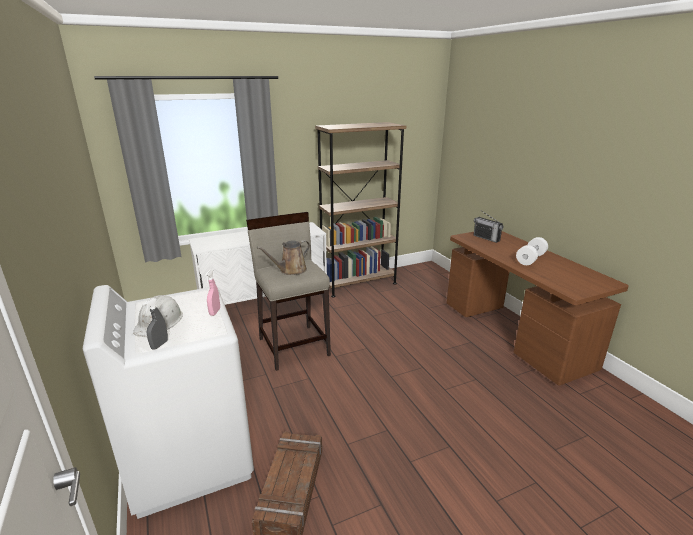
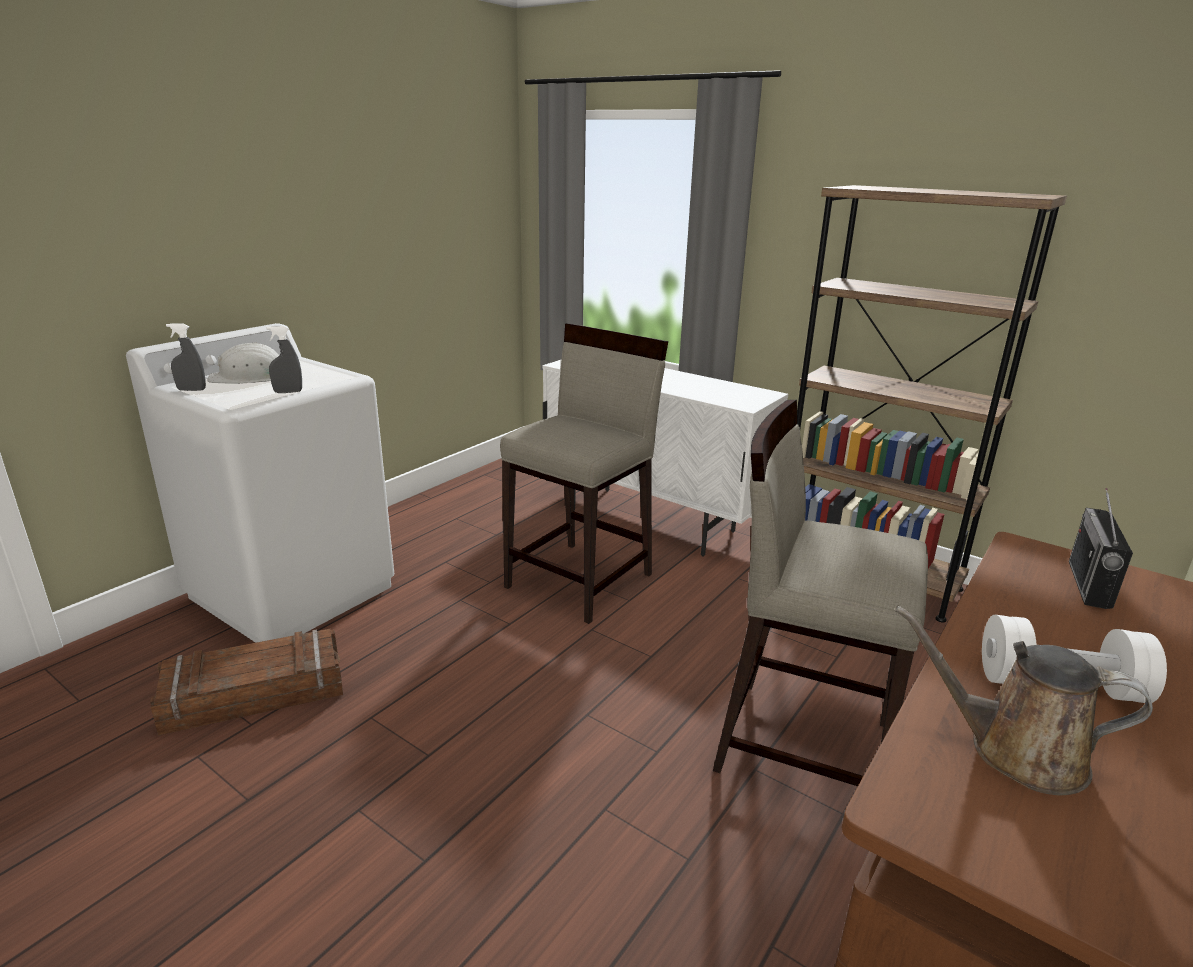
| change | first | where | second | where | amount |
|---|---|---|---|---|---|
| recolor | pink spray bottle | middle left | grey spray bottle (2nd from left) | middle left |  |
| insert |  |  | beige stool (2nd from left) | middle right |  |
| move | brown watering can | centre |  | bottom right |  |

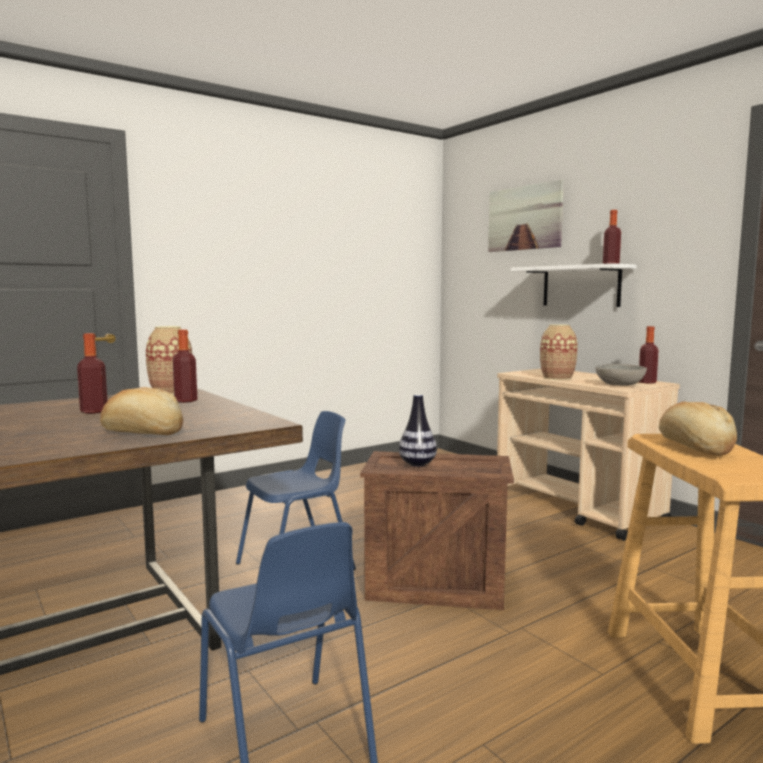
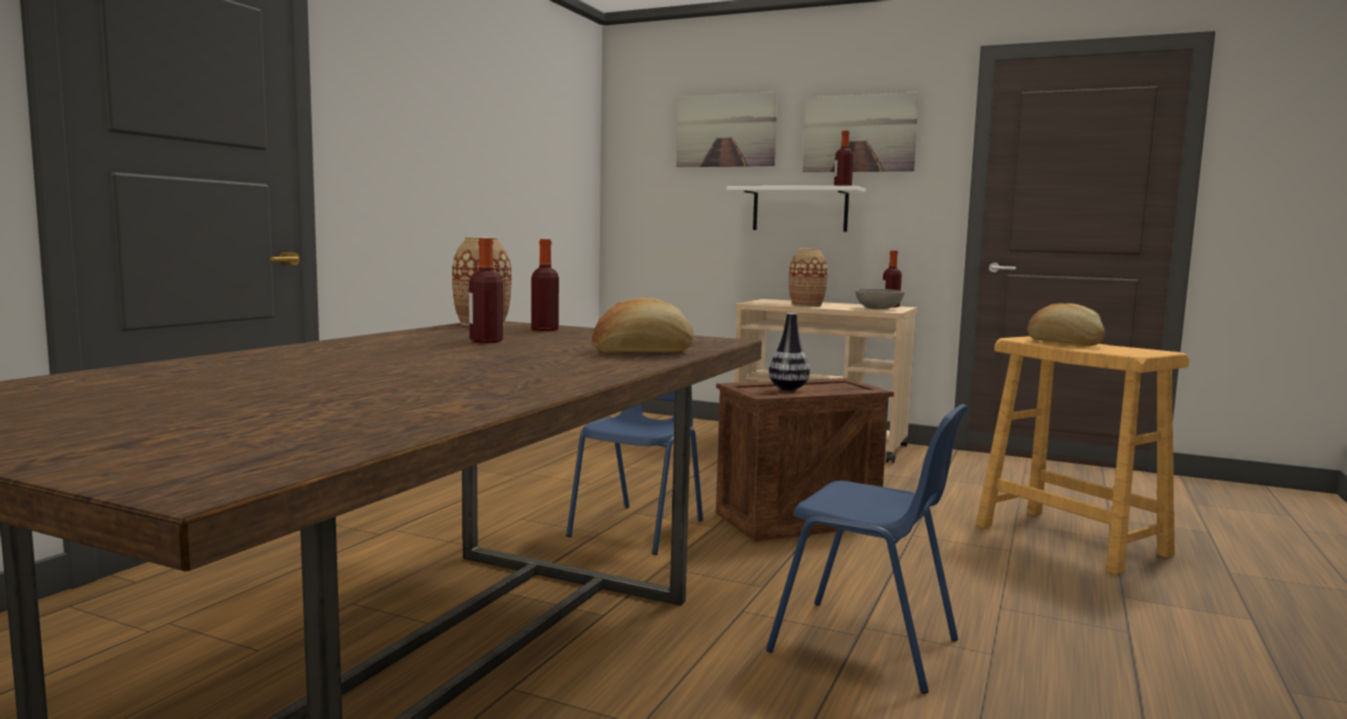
| change | first | where | second | where | amount |
|---|---|---|---|---|---|
| insert |  |  | picture (2nd from left) | top centre |  |

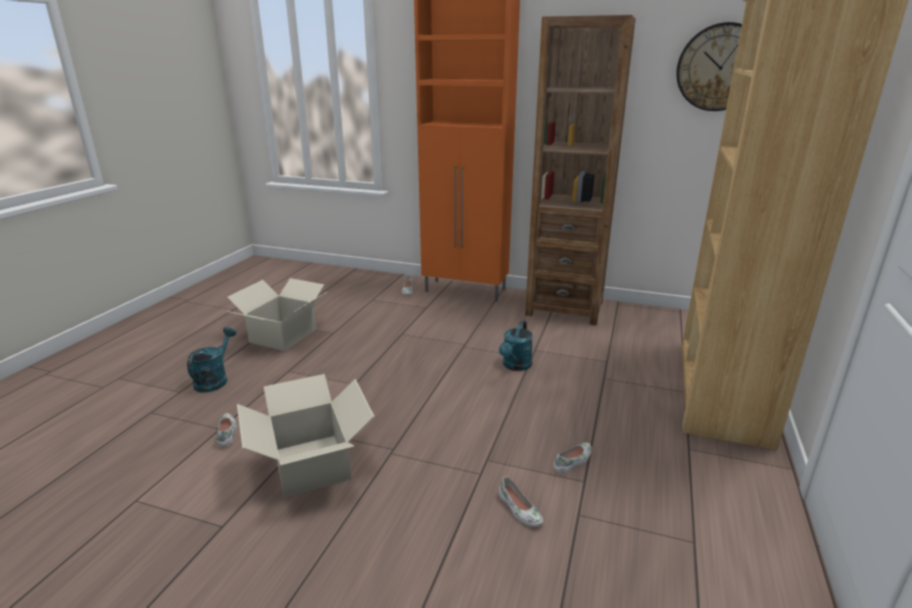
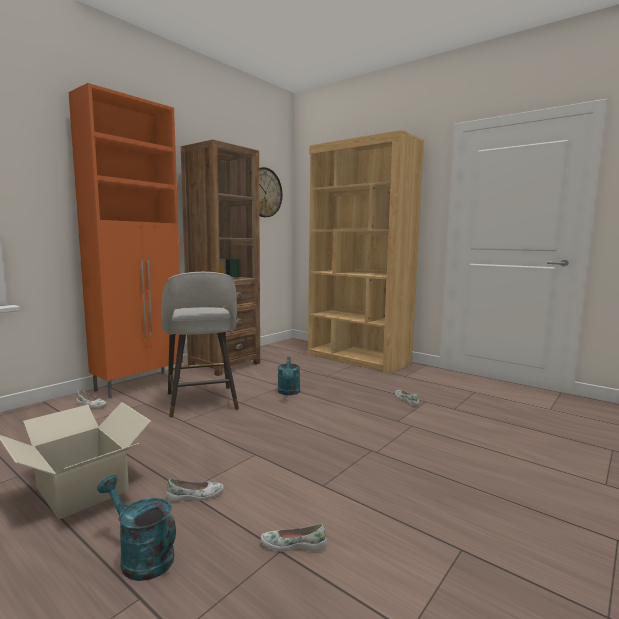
| change | first | where | second | where | amount |
|---|---|---|---|---|---|
| insert |  |  | grey stool | middle left |  |
| move | white shoe (3rd from left in the first image) | bottom centre | white shoe (2nd from left) | bottom left |  |
| rotate | turquoise watering can (2nd from left) | centre |  | centre | 45 degrees clockwise |
| delete | cardboard box (2nd from left) | bottom centre |  |  |  |

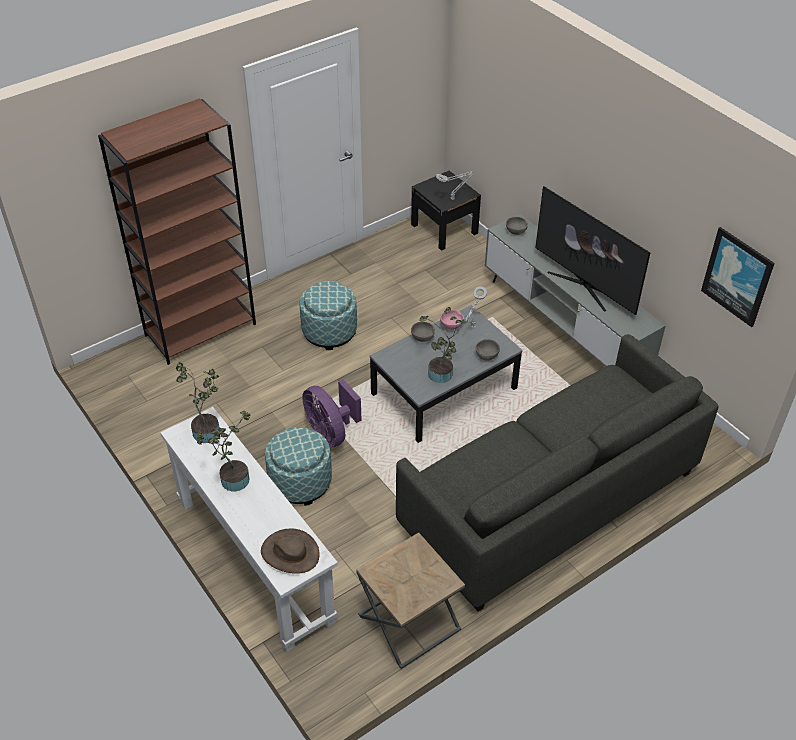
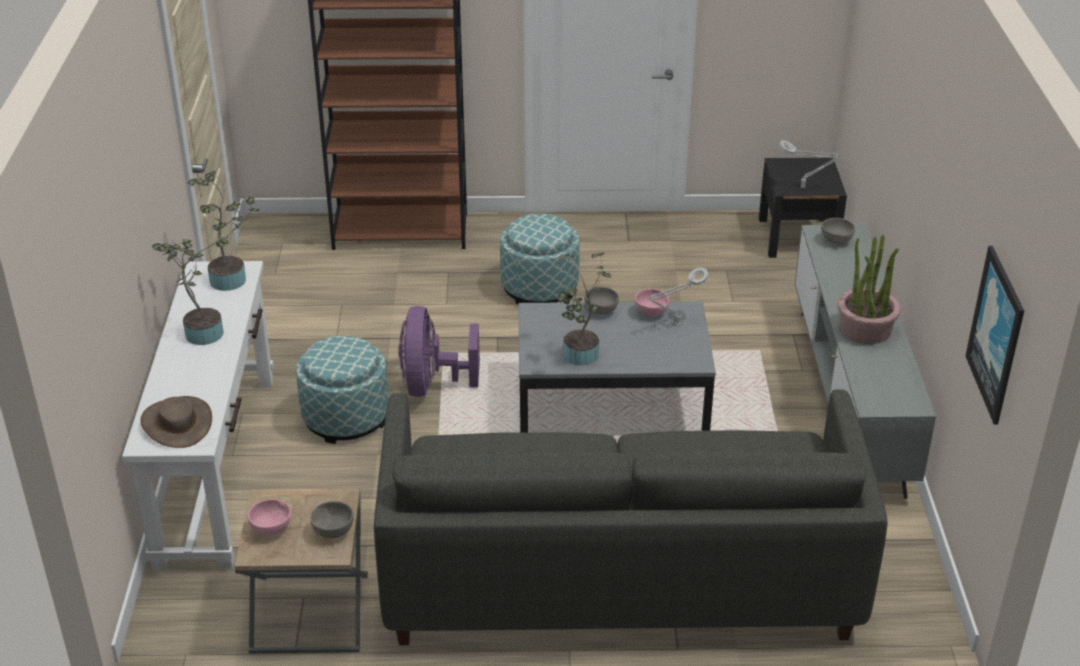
| change | first | where | second | where | amount |
|---|---|---|---|---|---|
| insert |  |  | pink bowl (1st from left) | bottom left |  |
| move | grey bowl (2nd from left in the first image) | centre | grey bowl (1st from left) | bottom left |  |
| replace | television | middle right | potted plant (4th from left) | middle right |  |

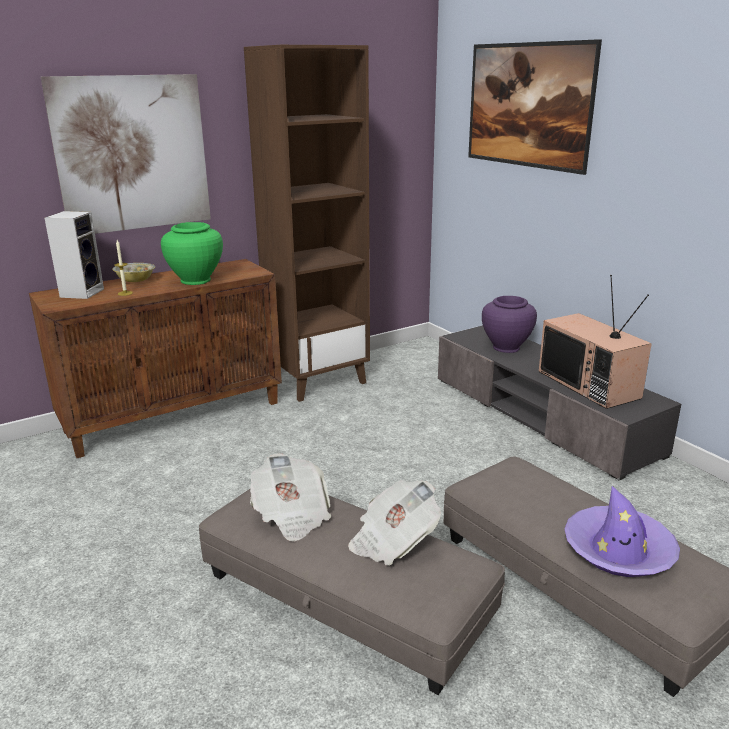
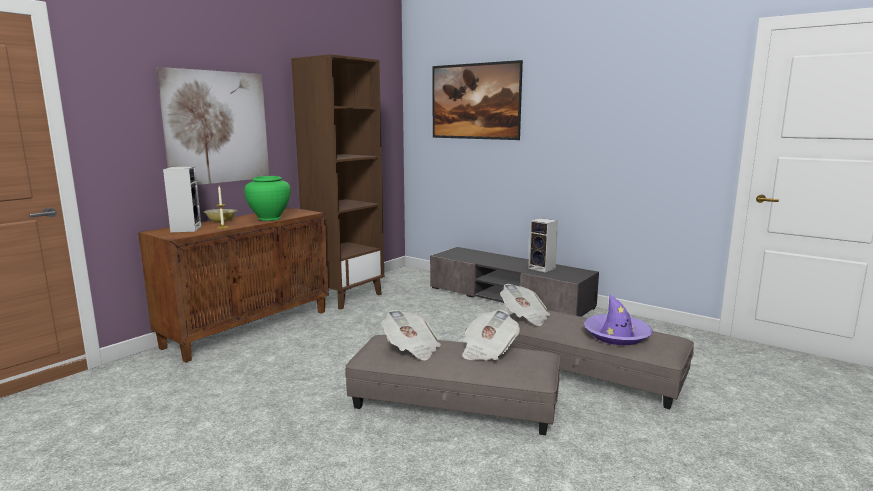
| change | first | where | second | where | amount |
|---|---|---|---|---|---|
| insert |  |  | newspaper (3rd from left) | centre |  |
| replace | television | middle right | speaker (2nd from left) | centre |  |
| delete | purple vase | middle right |  |  |  |

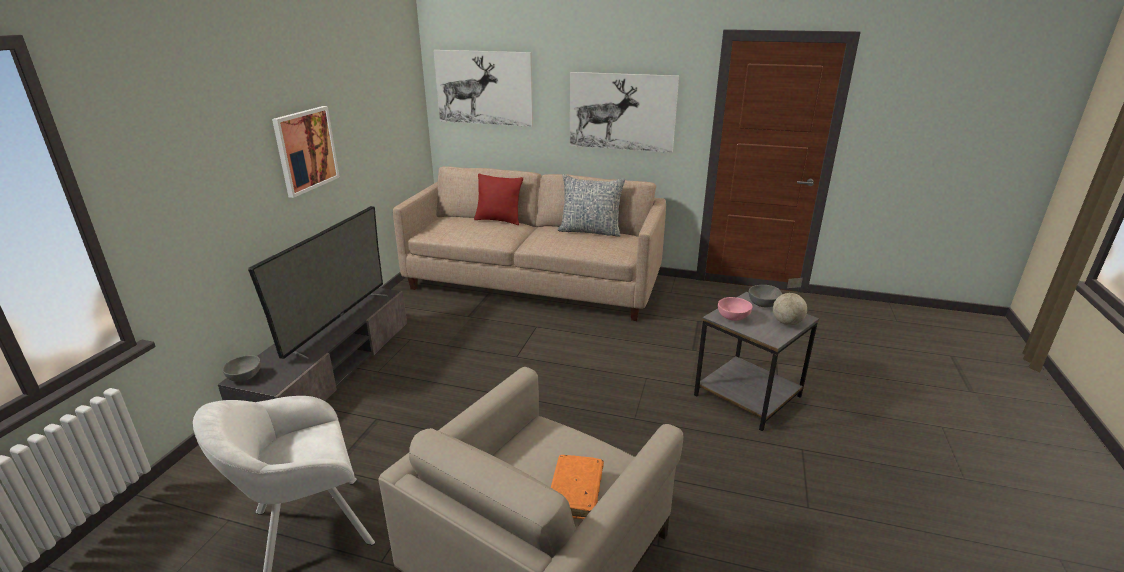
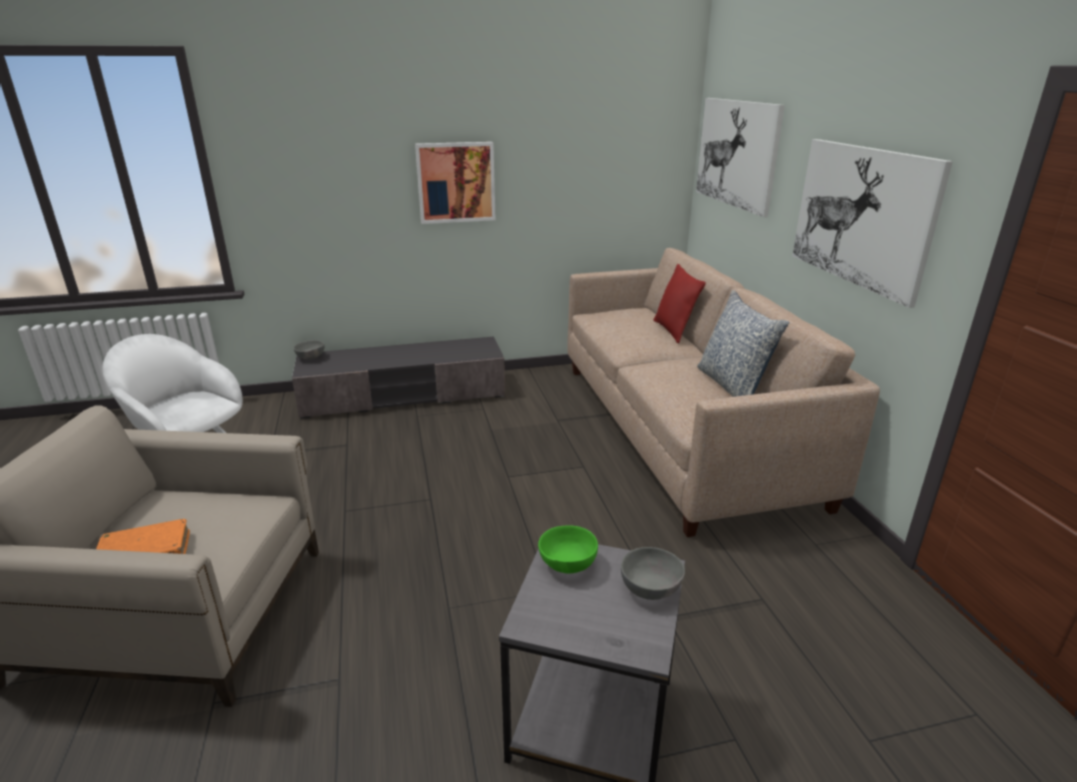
| change | first | where | second | where | amount |
|---|---|---|---|---|---|
| recolor | pink bowl | centre | green bowl | bottom centre |  |
| delete | television | middle left |  |  |  |
| delete | globe | middle right |  |  |  |

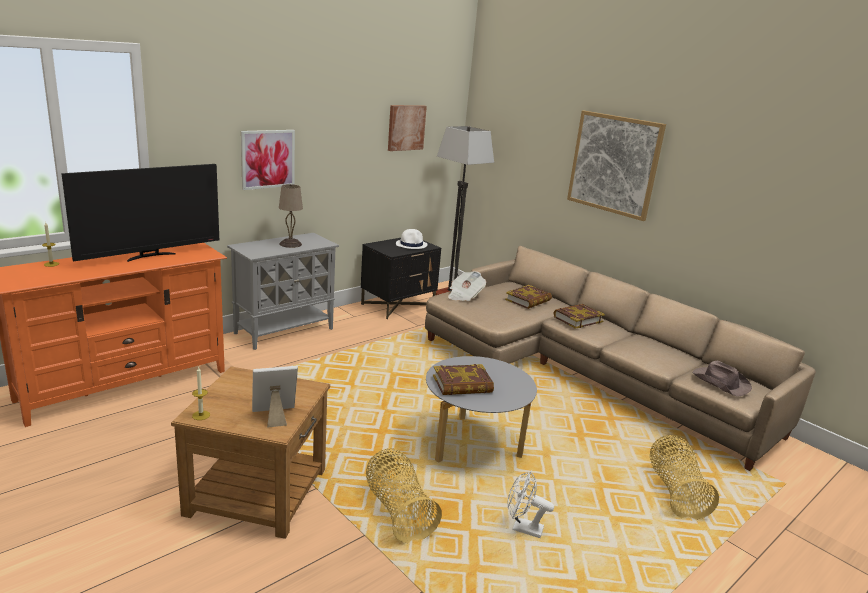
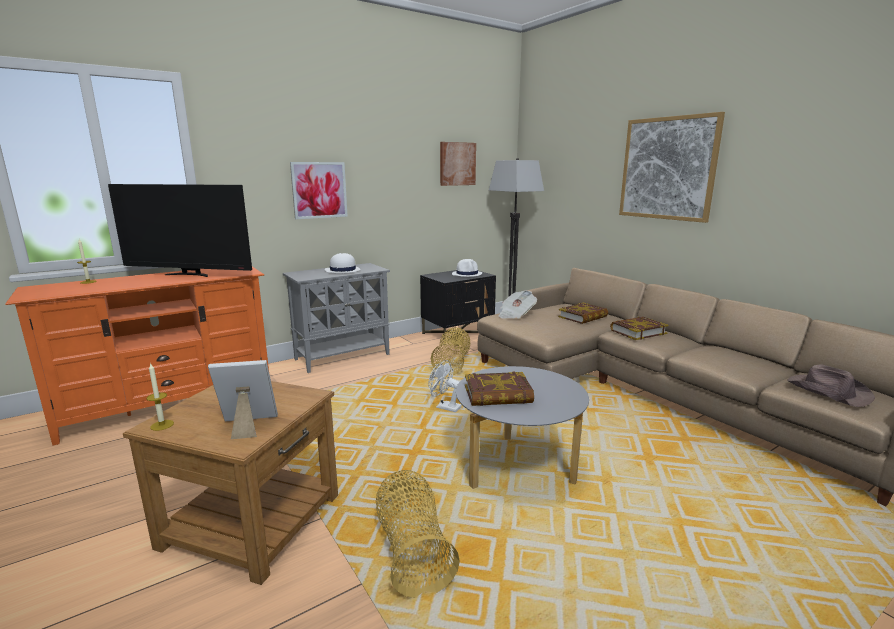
| change | first | where | second | where | amount |
|---|---|---|---|---|---|
| rotate | television | middle left |  | middle left | 45 degrees clockwise |
| replace | beige table lamp | centre | white hat (1st from left) | centre |  |
| move | white fan | bottom centre |  | centre |  |
| move | basket (2nd from left) | bottom right |  | centre |  |

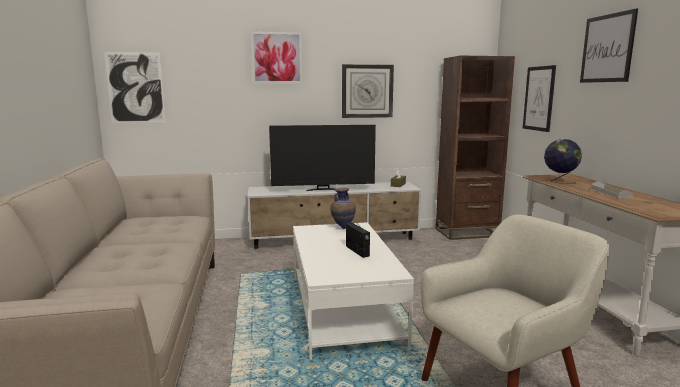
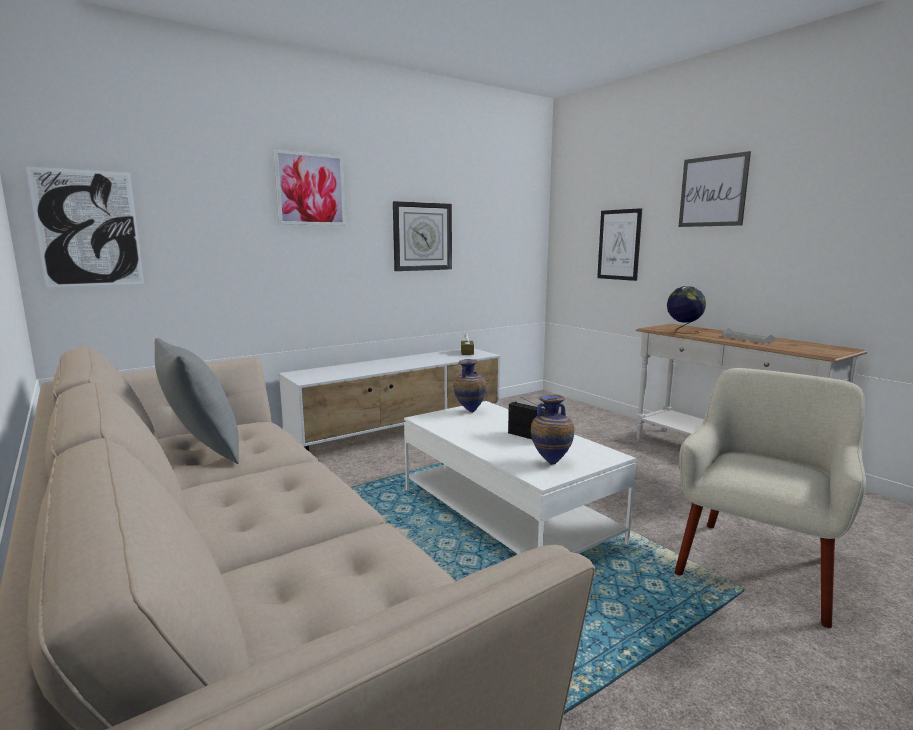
| change | first | where | second | where | amount |
|---|---|---|---|---|---|
| insert |  |  | grey pillow | middle left |  |
| insert |  |  | vase (2nd from left) | centre |  |
| delete | television | centre |  |  |  |
| delete | brown bookcase | middle right |  |  |  |

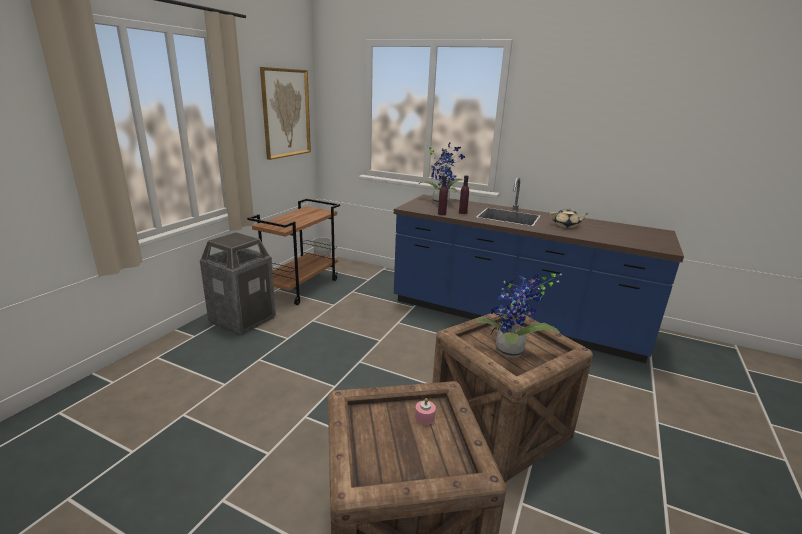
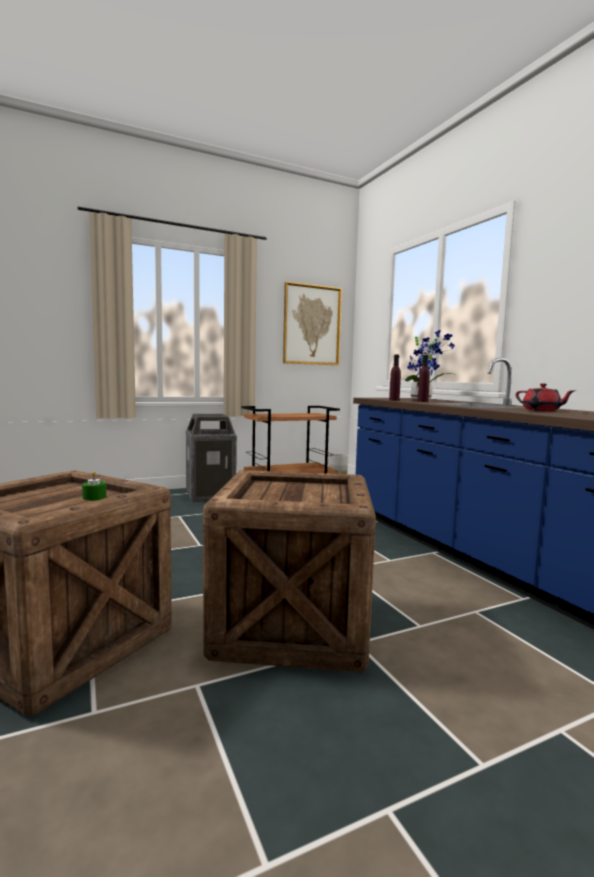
| change | first | where | second | where | amount |
|---|---|---|---|---|---|
| recolor | pink candle | bottom centre | green candle | middle left |  |
| recolor | beige teapot | middle right | red teapot | middle right |  |
| delete | potted plant (2nd from left) | centre |  |  |  |

